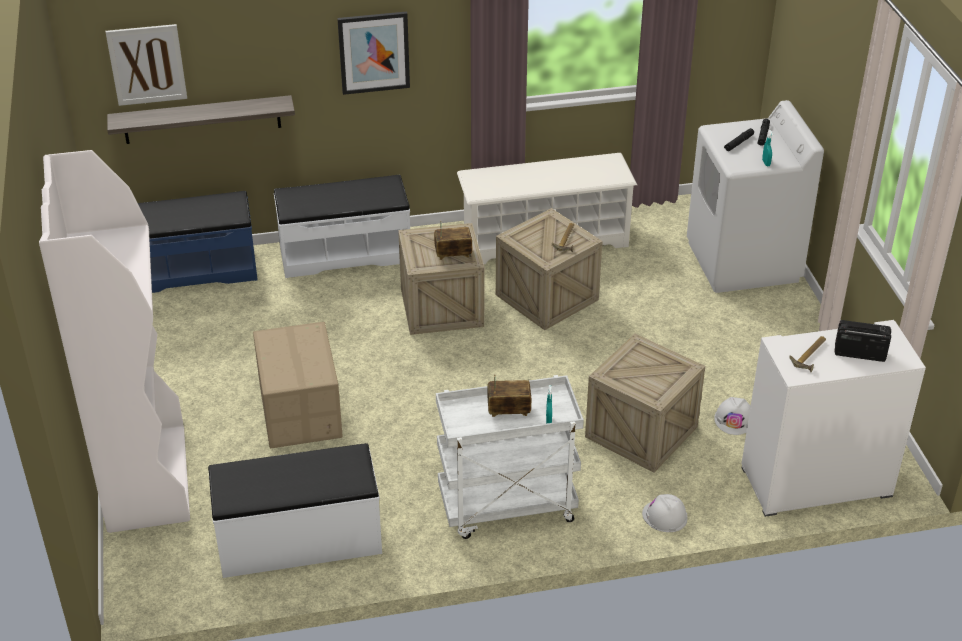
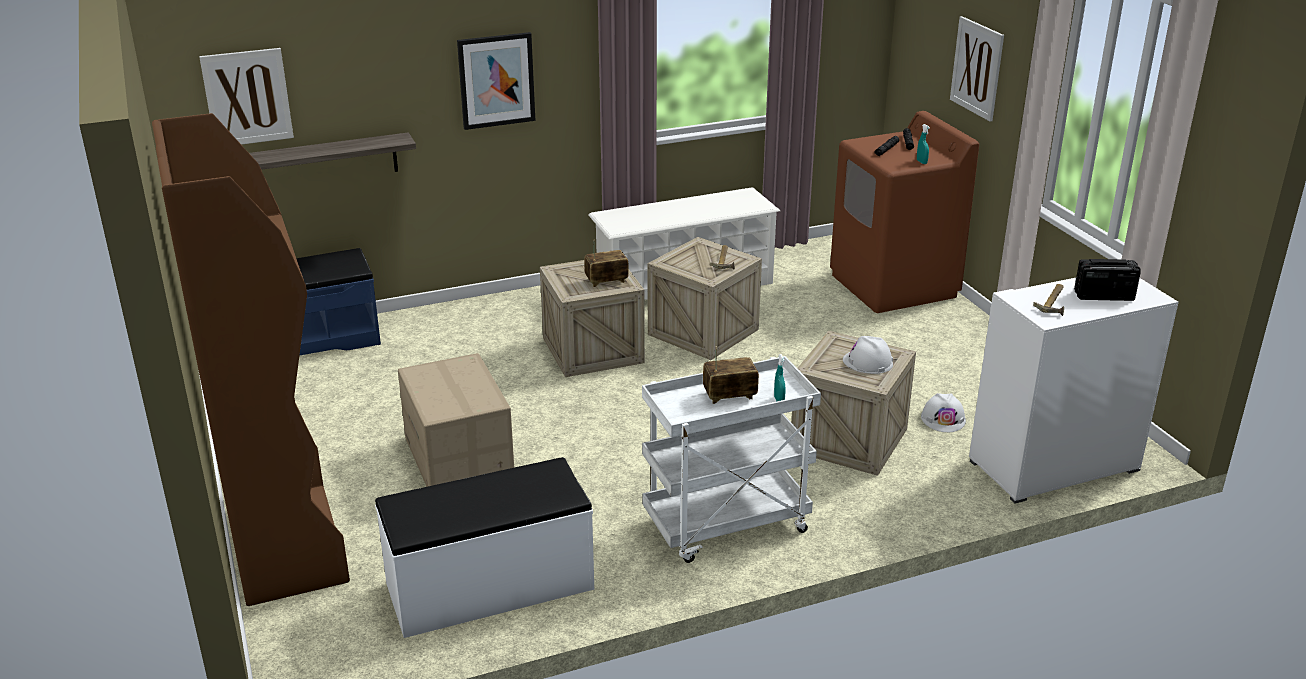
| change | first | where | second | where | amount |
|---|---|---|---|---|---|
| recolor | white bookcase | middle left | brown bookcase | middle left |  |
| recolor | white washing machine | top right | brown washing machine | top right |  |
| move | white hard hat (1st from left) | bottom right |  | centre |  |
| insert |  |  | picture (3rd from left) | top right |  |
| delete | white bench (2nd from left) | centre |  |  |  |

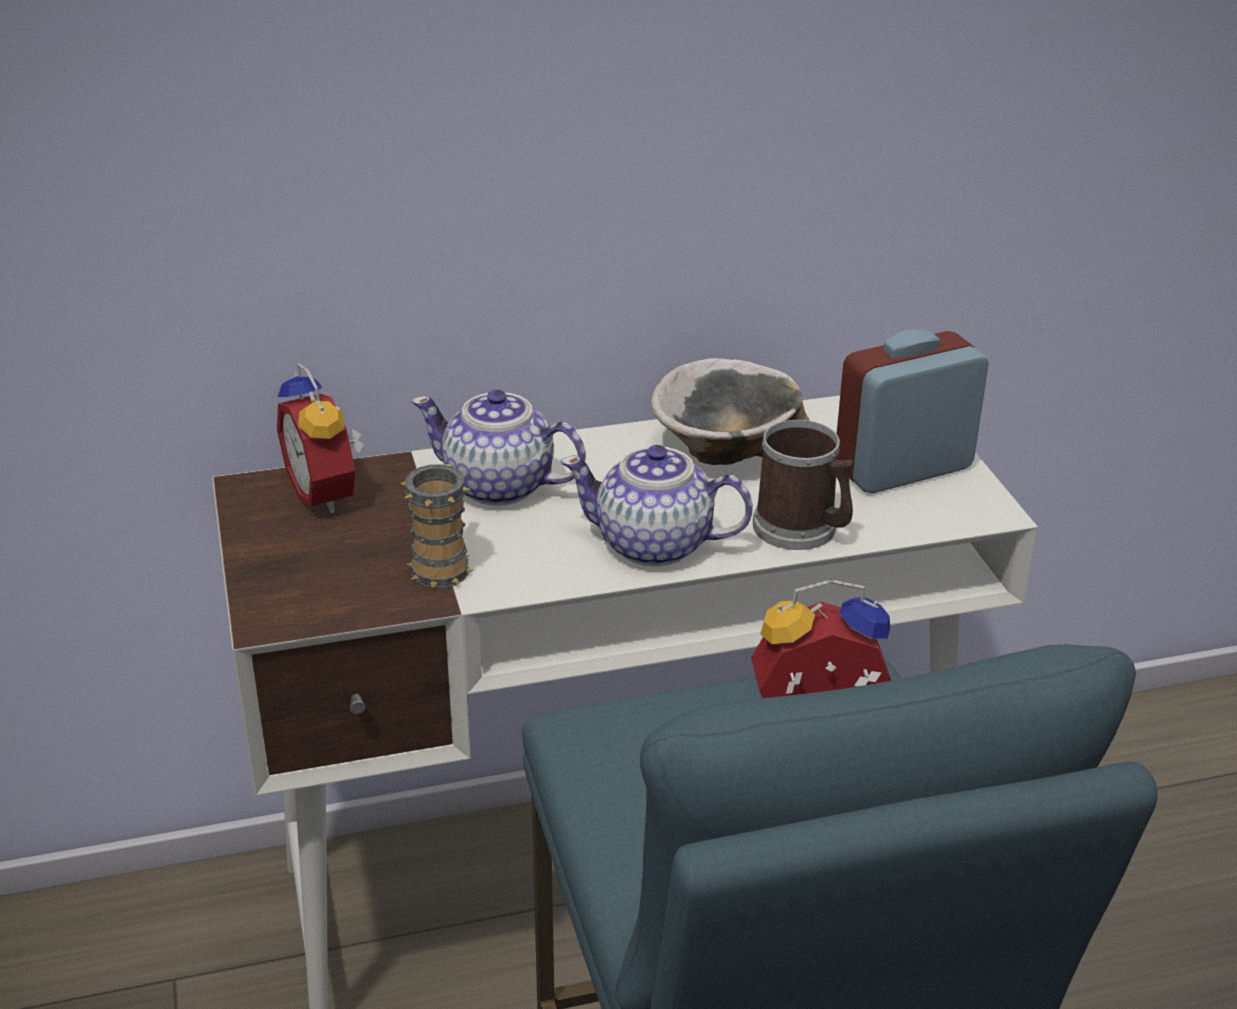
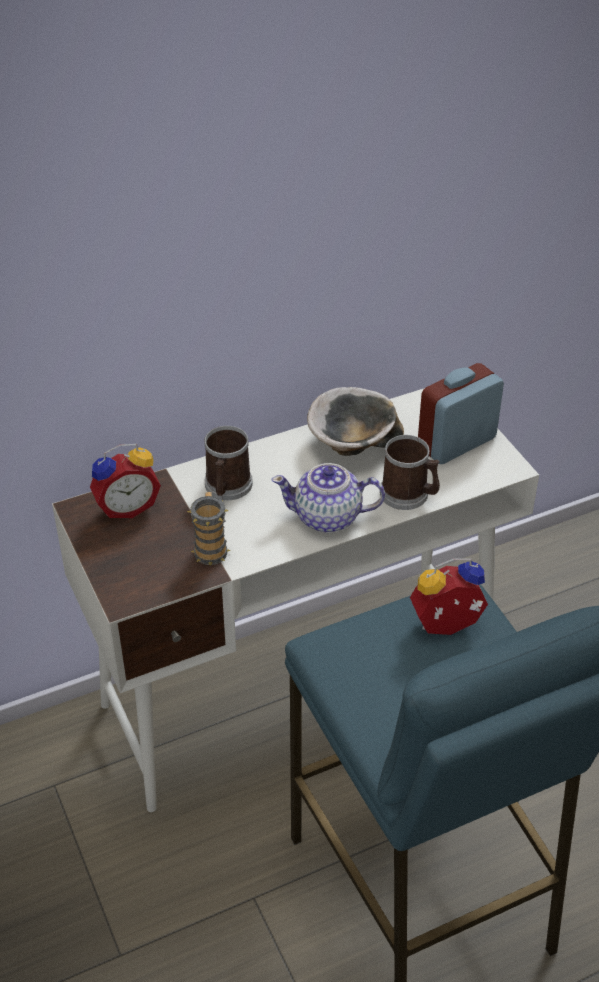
| change | first | where | second | where | amount |
|---|---|---|---|---|---|
| rotate | alarm clock (1st from left) | middle left |  | middle left | 75 degrees counterclockwise |
| replace | teapot (1st from left) | centre | mug (2nd from left) | centre |  |

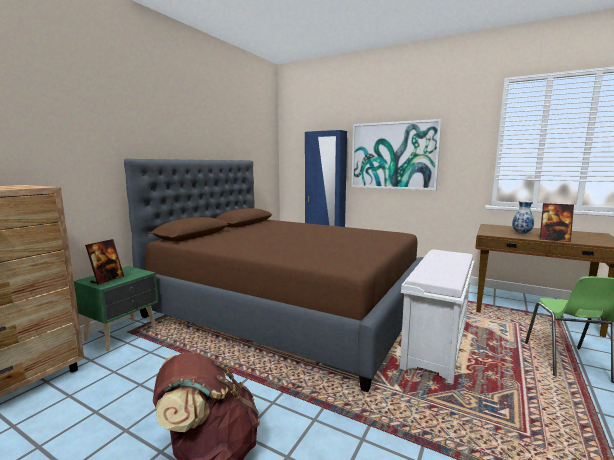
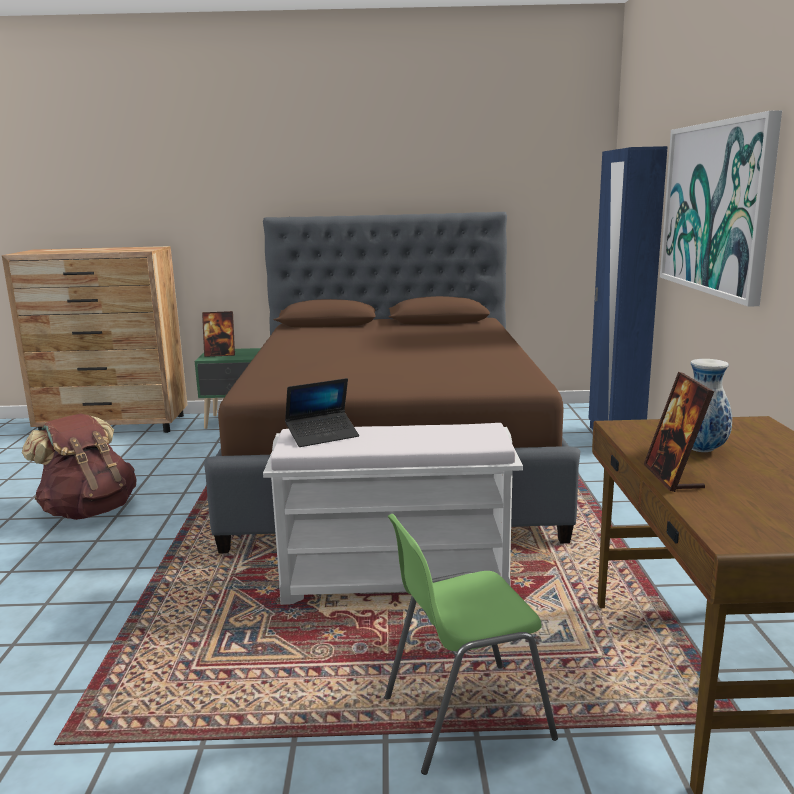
| change | first | where | second | where | amount |
|---|---|---|---|---|---|
| insert |  |  | laptop | centre |  |

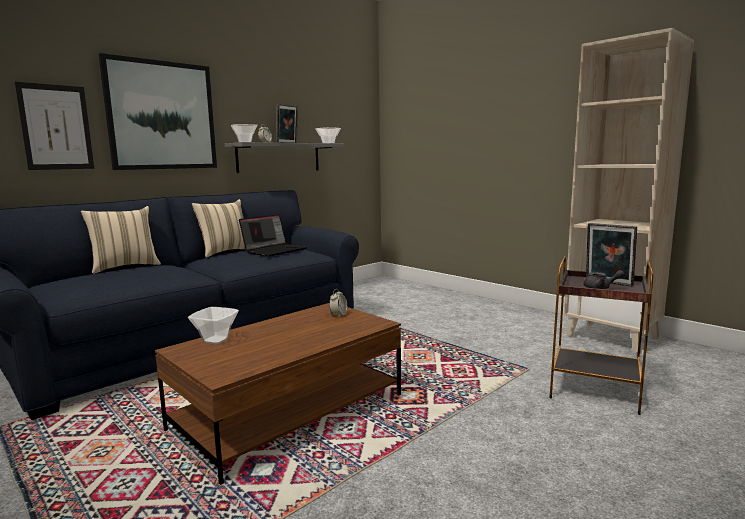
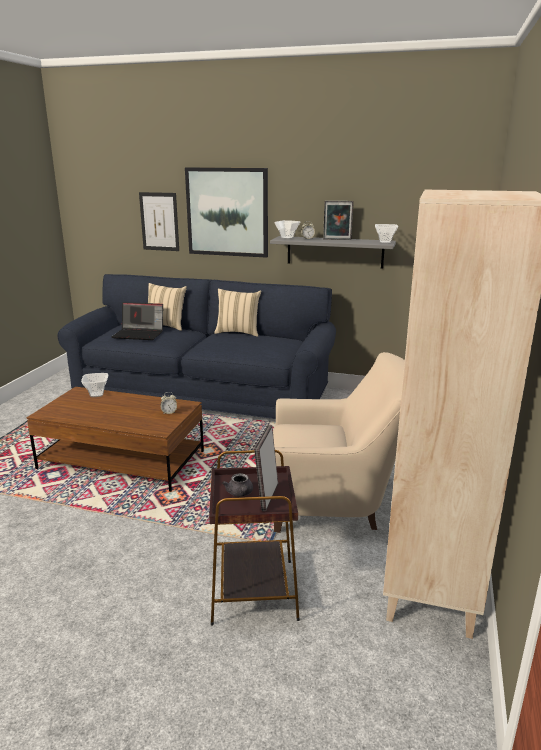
| change | first | where | second | where | amount |
|---|---|---|---|---|---|
| move | laptop | centre |  | middle left |  |
| insert |  |  | beige armchair | centre |  |

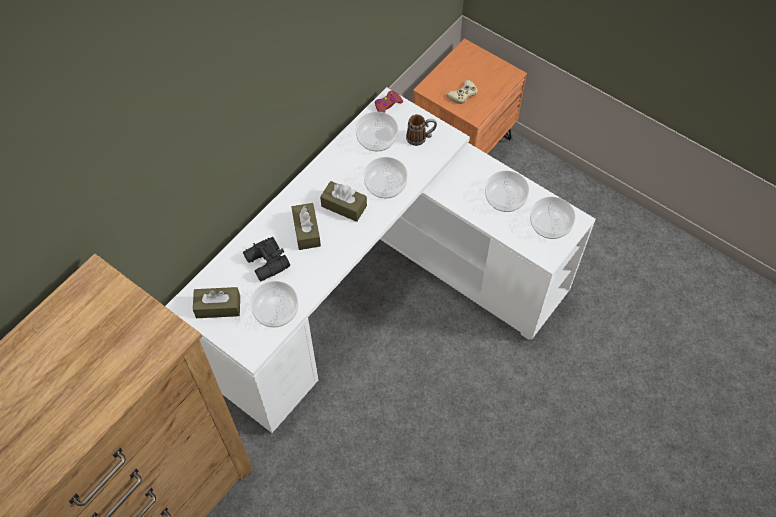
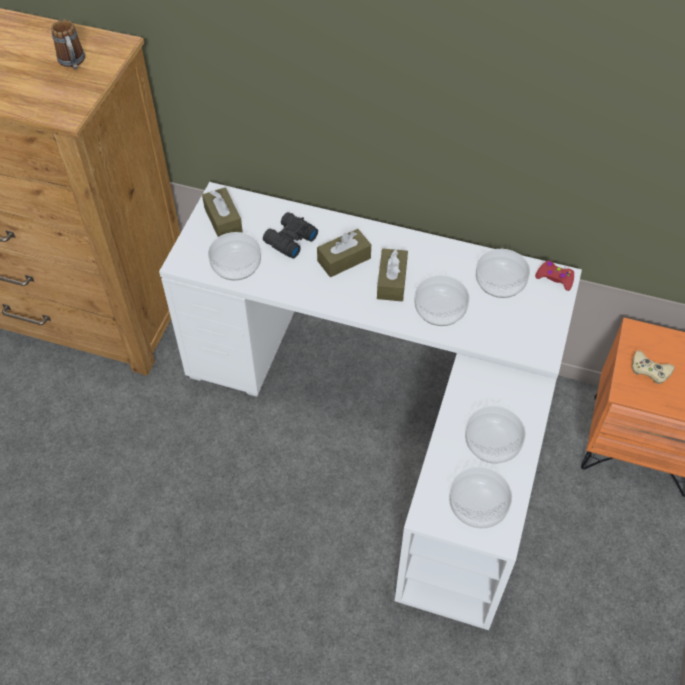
| change | first | where | second | where | amount |
|---|---|---|---|---|---|
| move | mug | top centre |  | top left |  |

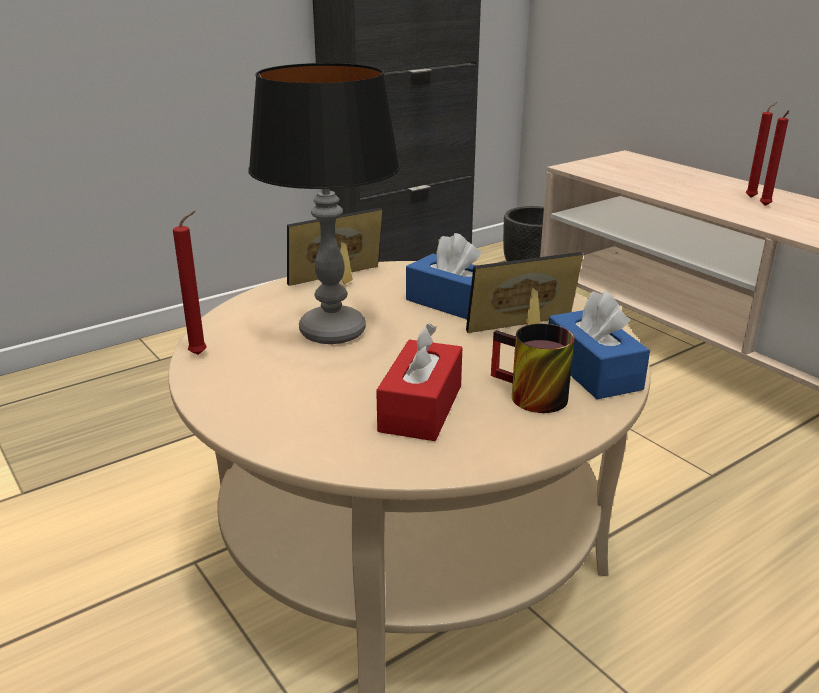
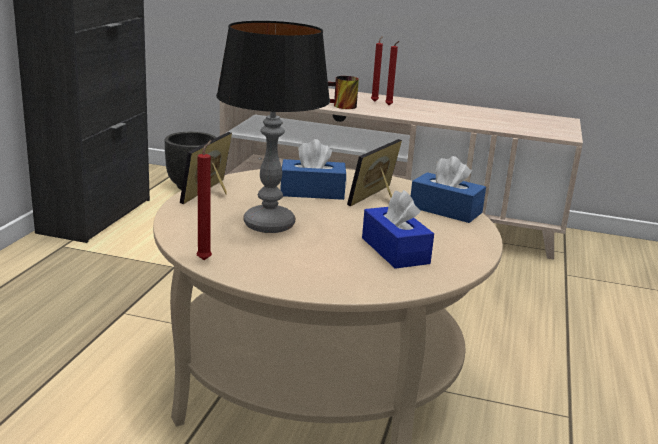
| change | first | where | second | where | amount |
|---|---|---|---|---|---|
| move | mug | centre |  | top centre |  |
| recolor | red tissue box | centre | blue tissue box (2nd from left) | centre |  |

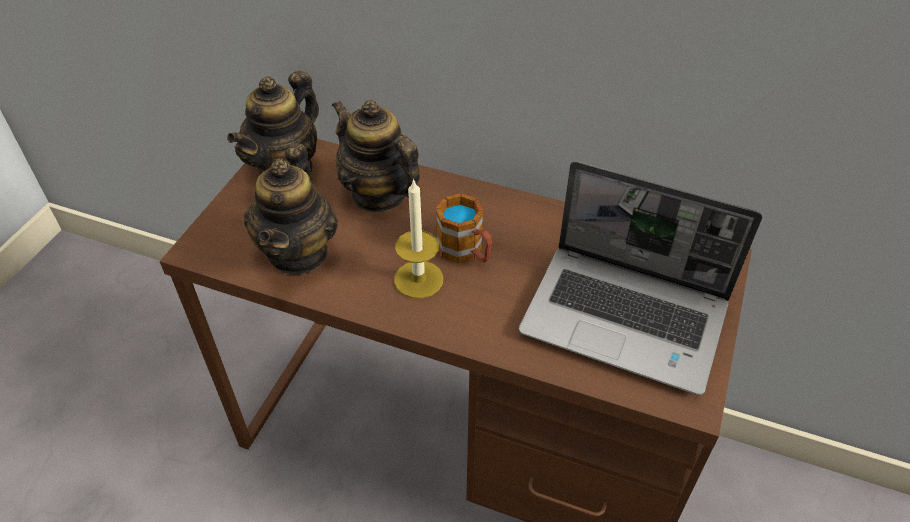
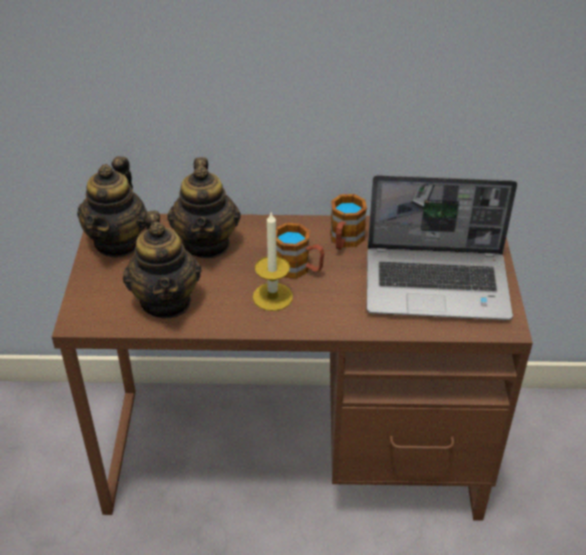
| change | first | where | second | where | amount |
|---|---|---|---|---|---|
| rotate | teapot (3rd from left) | top centre |  | centre | 120 degrees counterclockwise |
| insert |  |  | mug (2nd from left) | centre |  |

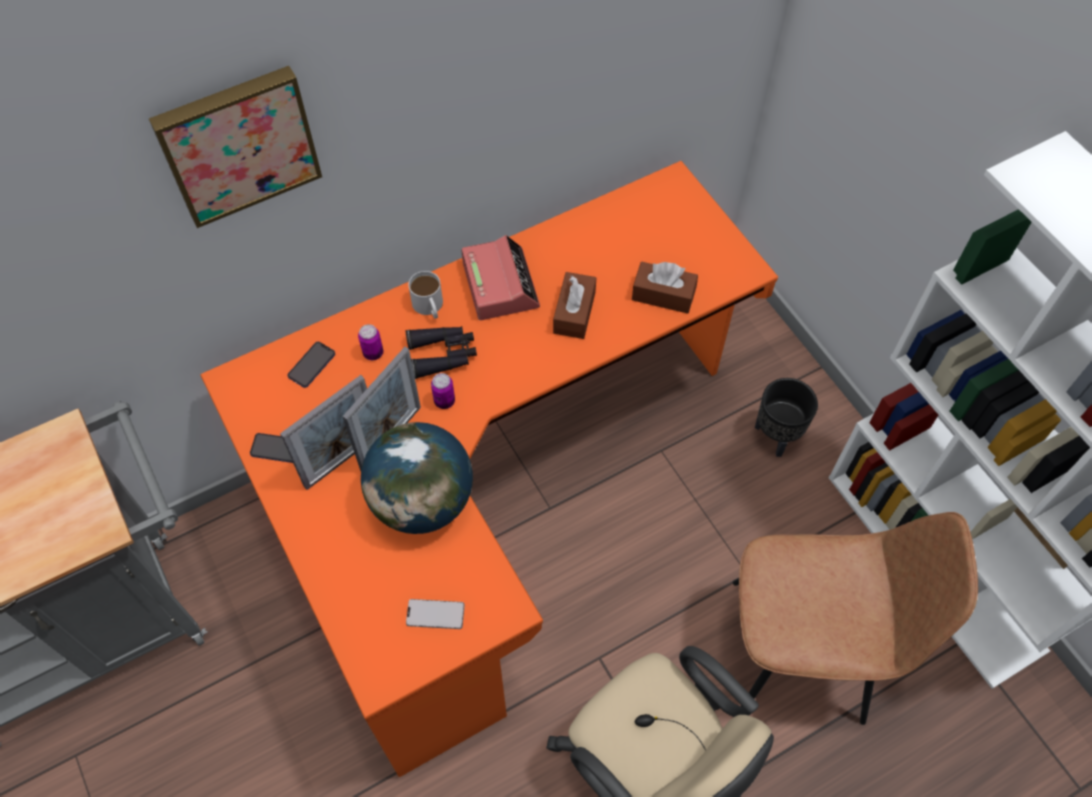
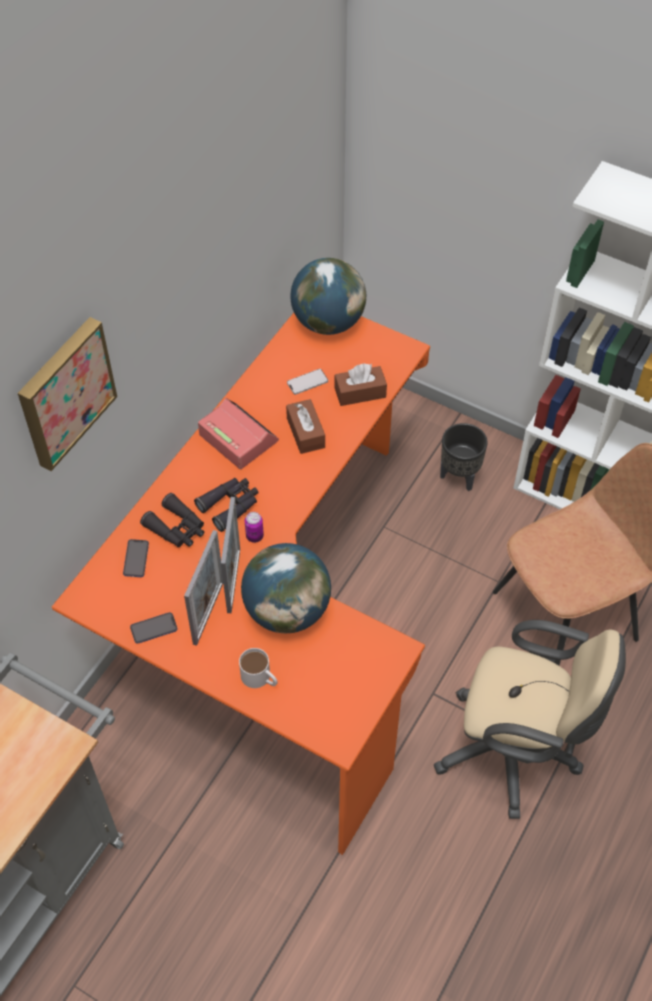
| change | first | where | second | where | amount |
|---|---|---|---|---|---|
| replace | can (1st from left) | centre | black binoculars (1st from left) | middle left |  |
| move | white mug | centre |  | bottom centre |  |
| move | phone (3rd from left) | bottom centre |  | centre |  |
| insert |  |  | globe (2nd from left) | top centre |  |

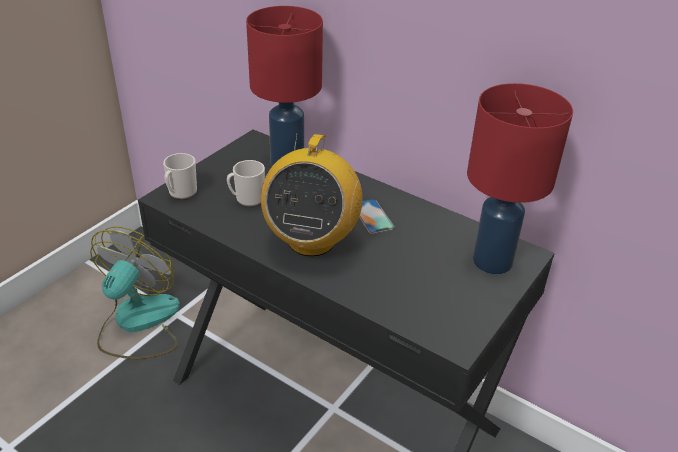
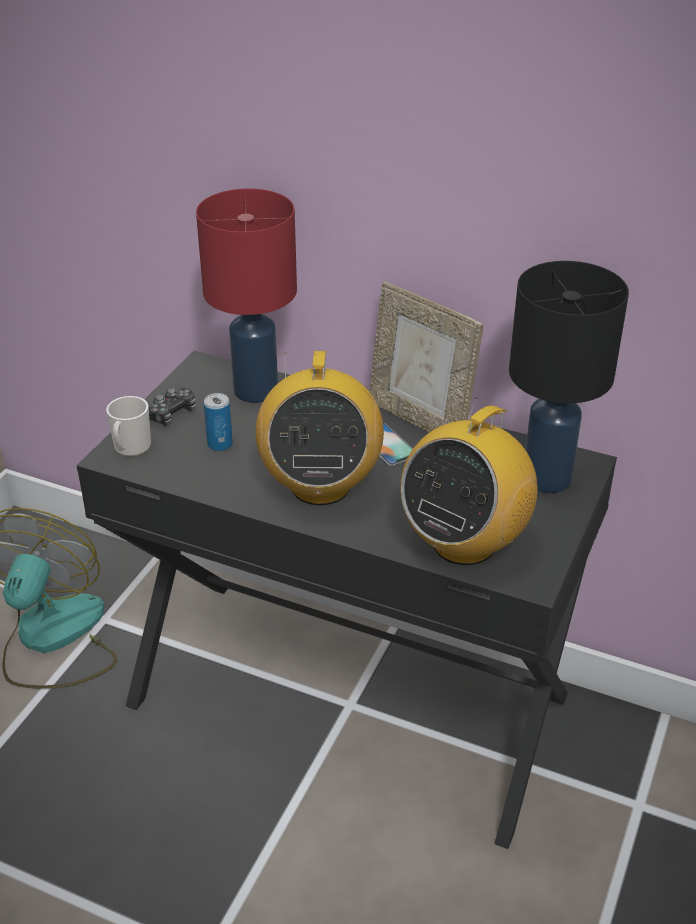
| change | first | where | second | where | amount |
|---|---|---|---|---|---|
| insert |  |  | game controller | middle left |  |
| replace | mug (2nd from left) | centre | can | middle left |  |
| insert |  |  | picture frame | centre |  |
| insert |  |  | radio (2nd from left) | middle right |  |
| recolor | red table lamp (2nd from left) | middle right | black table lamp | middle right |  |

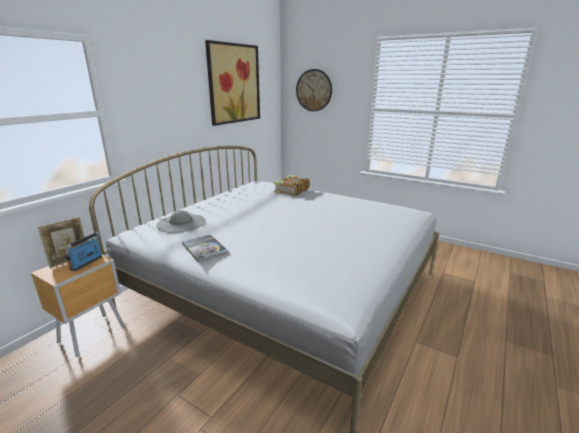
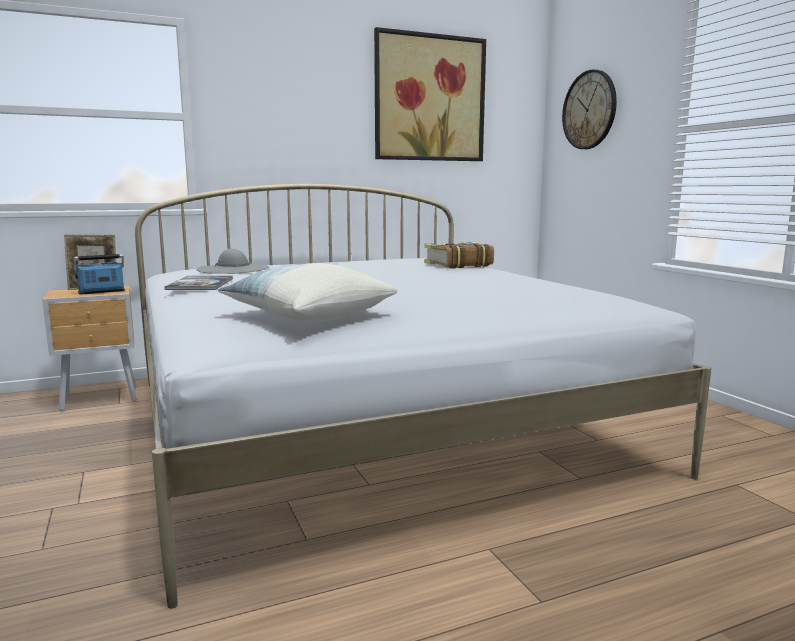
| change | first | where | second | where | amount |
|---|---|---|---|---|---|
| insert |  |  | pillow | centre |  |

